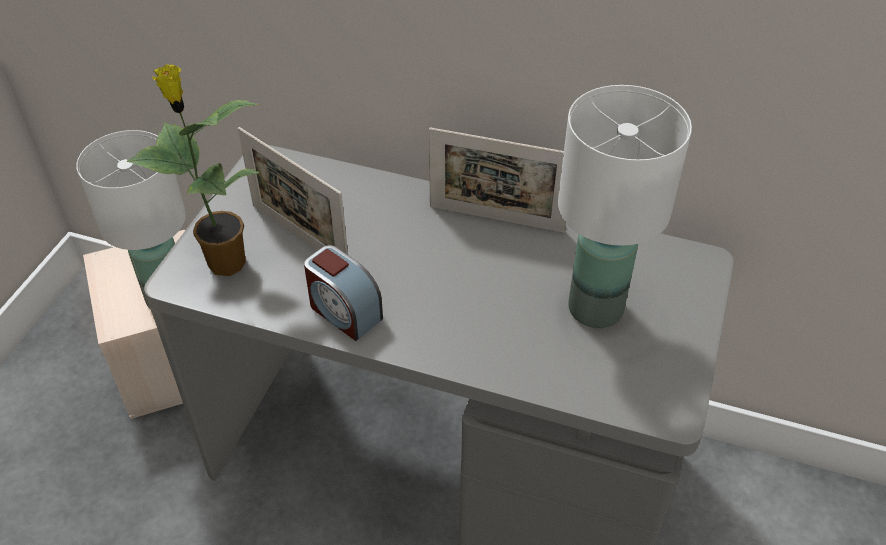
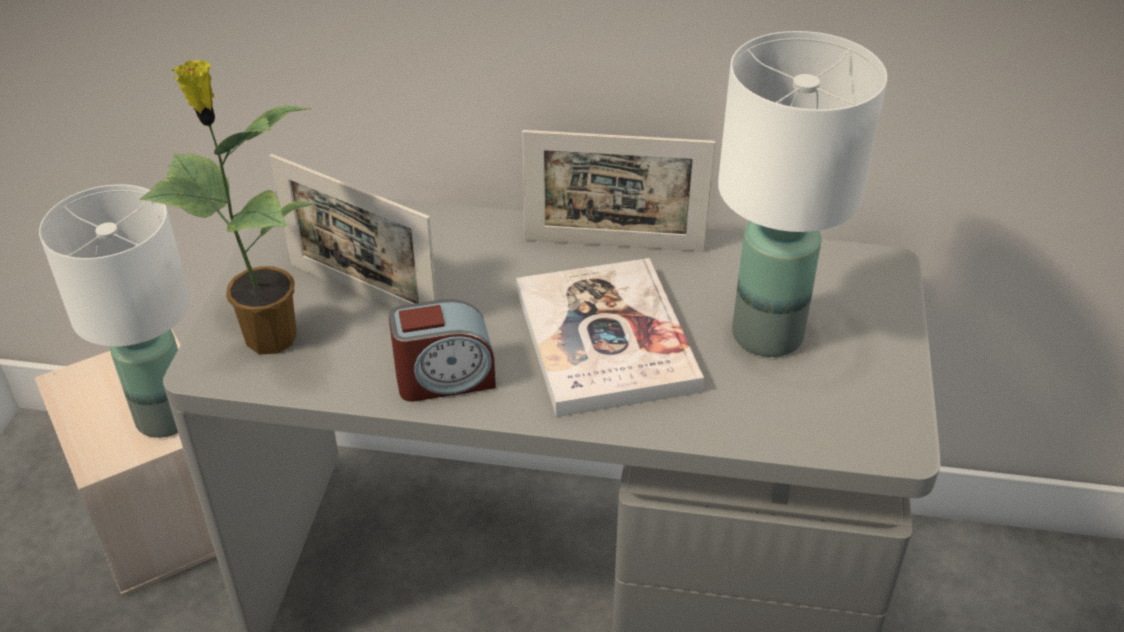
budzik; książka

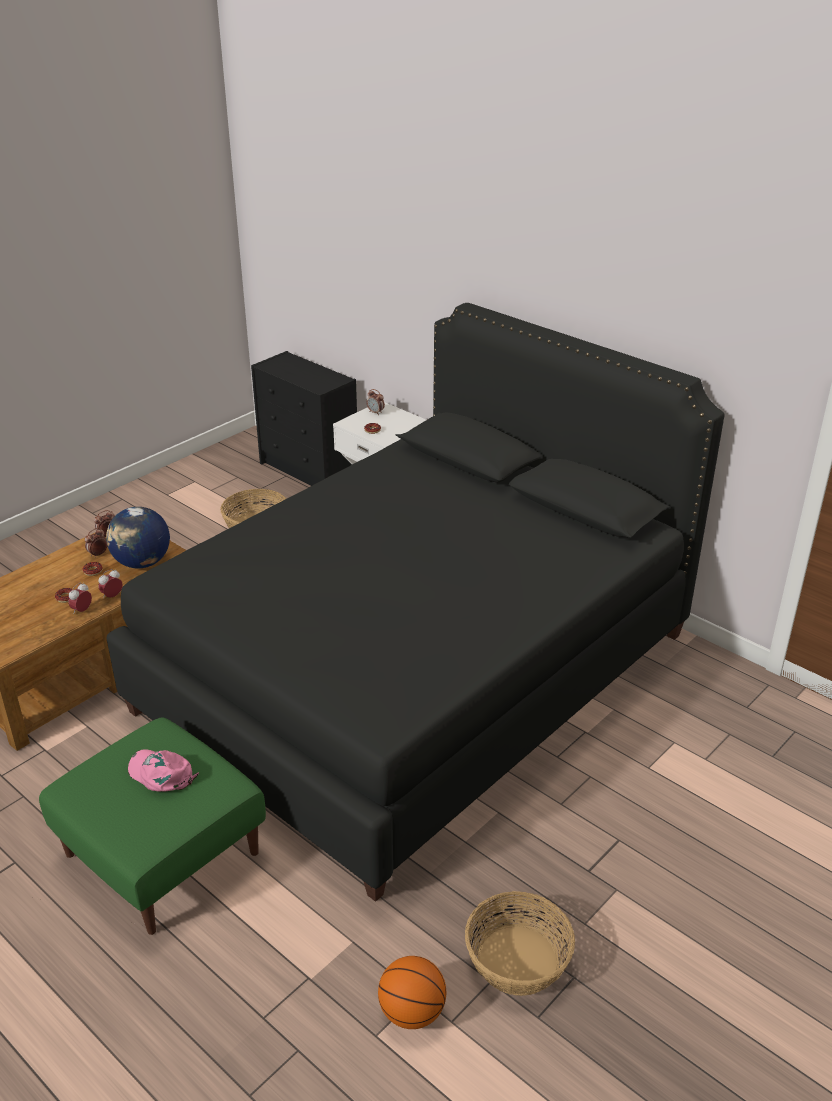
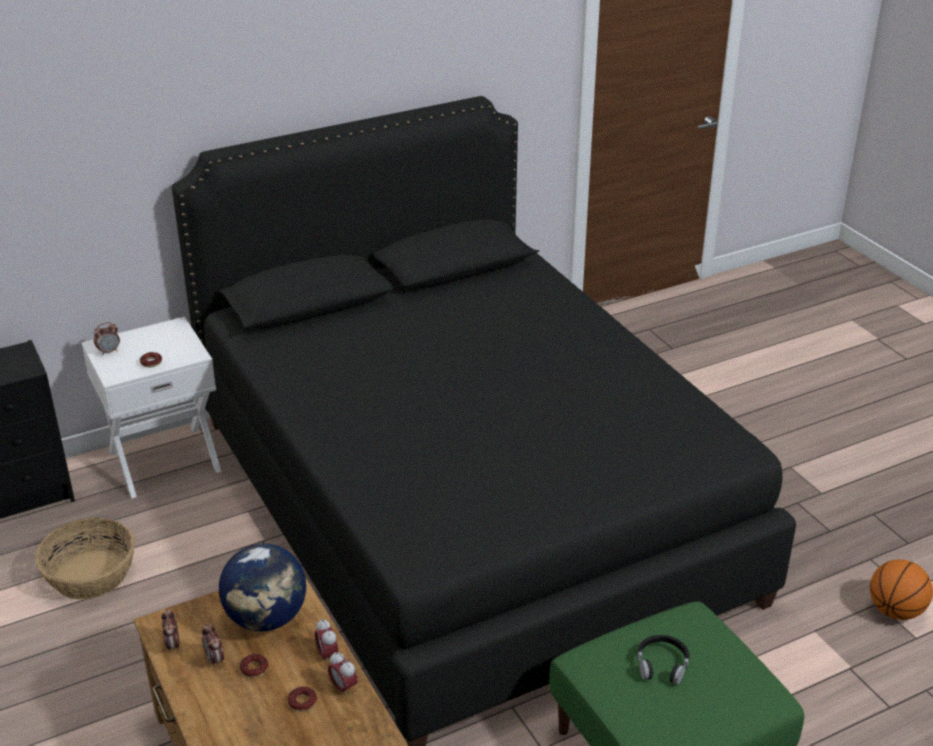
słuchawki [czarny]; koszyk (no. 2 from left in the first image)

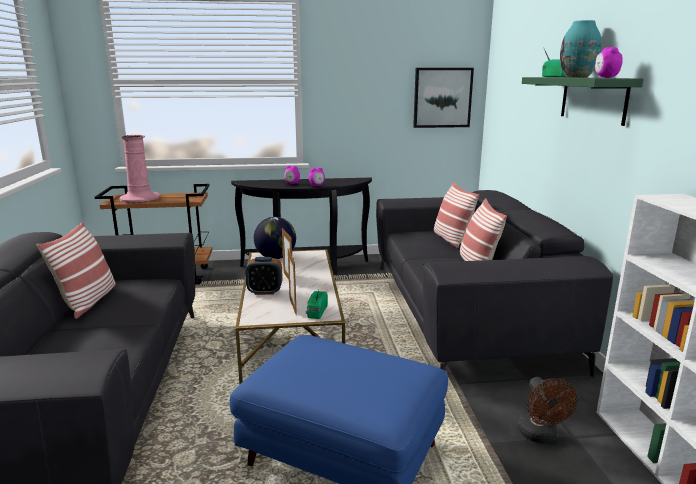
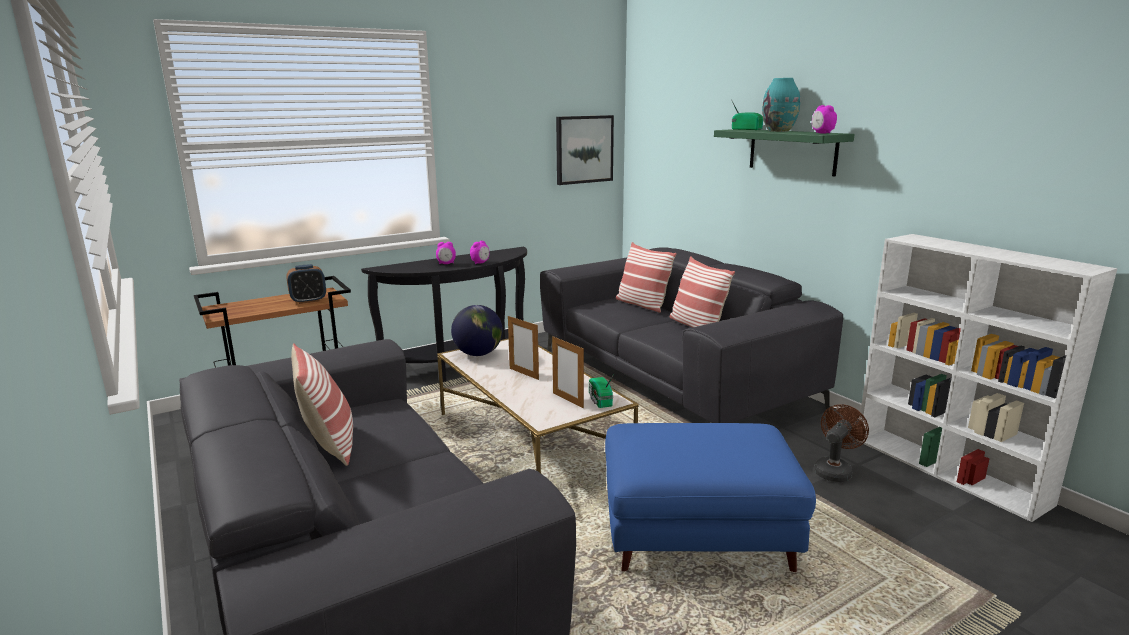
wazon [różowy]; budzik (no. 1 from left); wentylator [brązowy]

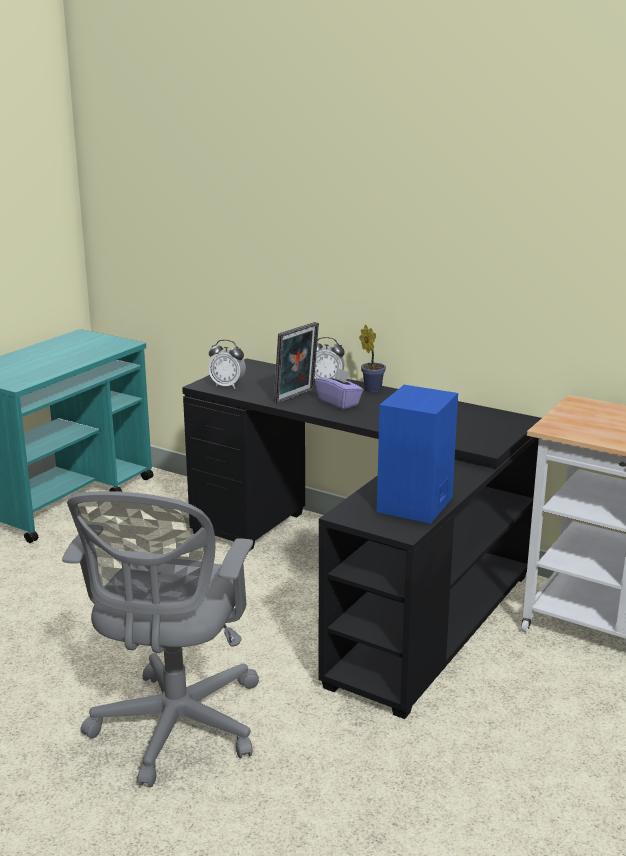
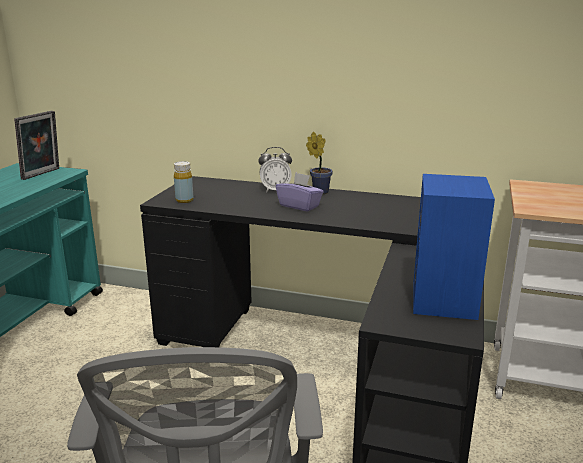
butelka [żółty]; ramka na zdjęcie

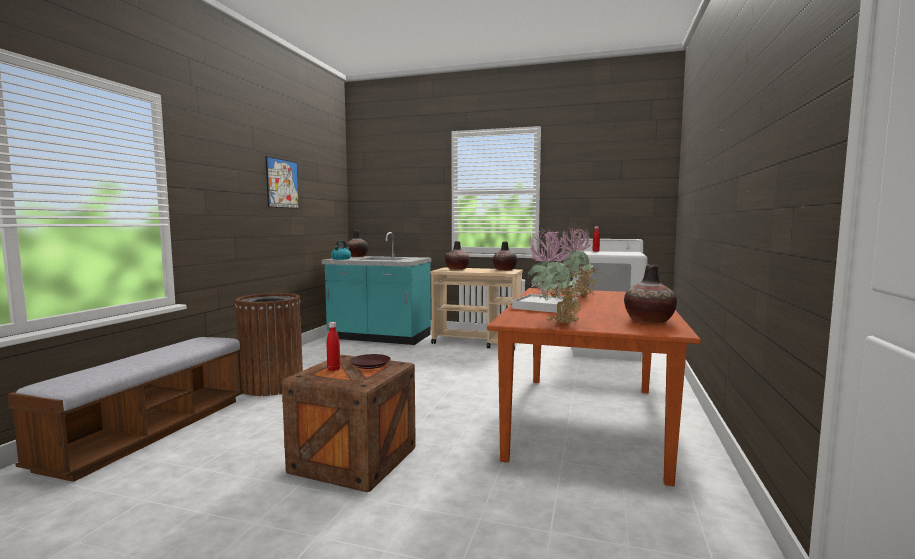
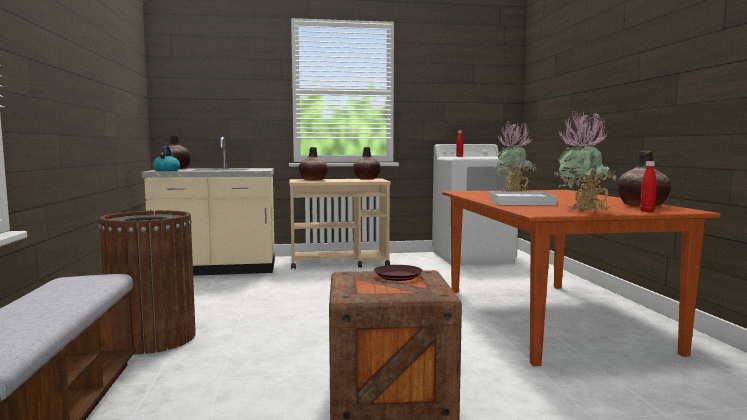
obraz; zabudowa kuchenna [beżowy]; butelka [czerwony] (no. 2 from left)

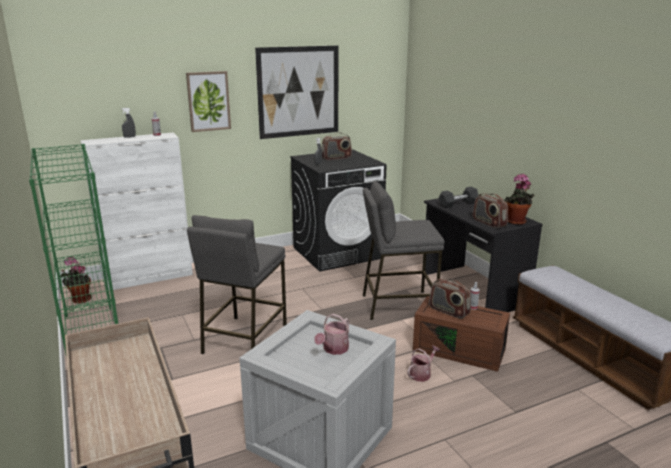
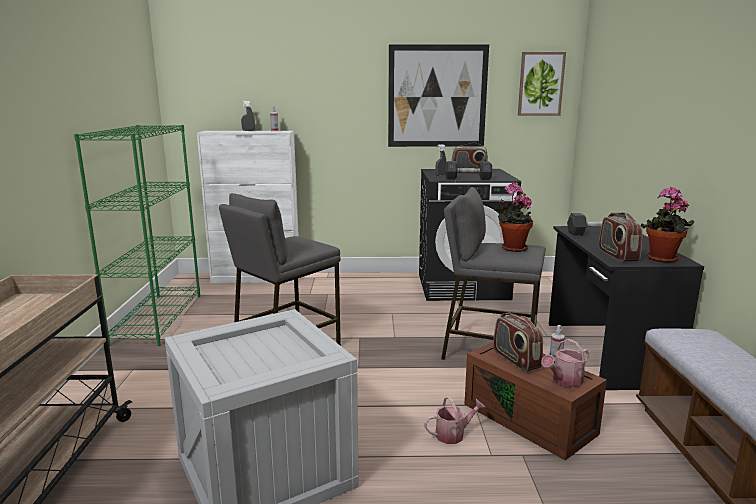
roślina doniczkowa (no. 1 from left); obraz (no. 2 from left); konewka (no. 2 from left); hantel [szary] (no. 1 from left)

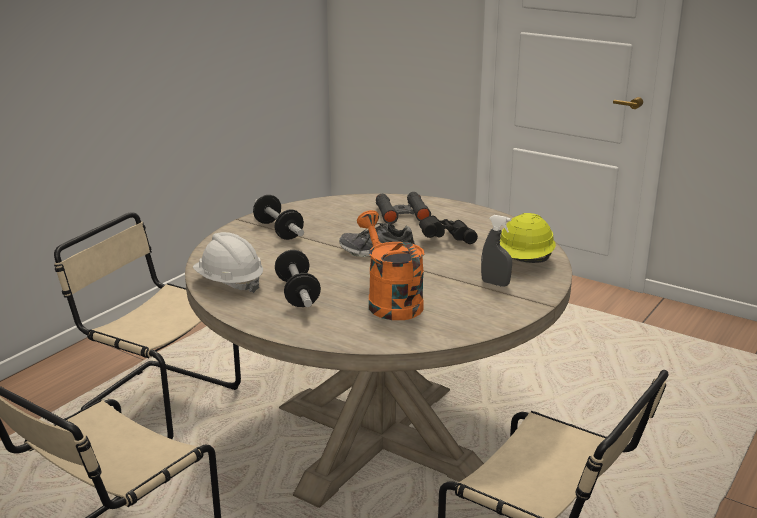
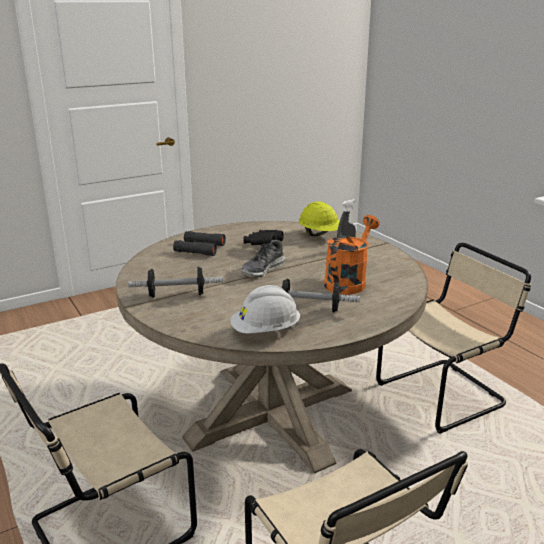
konewka [pomarańczowy]

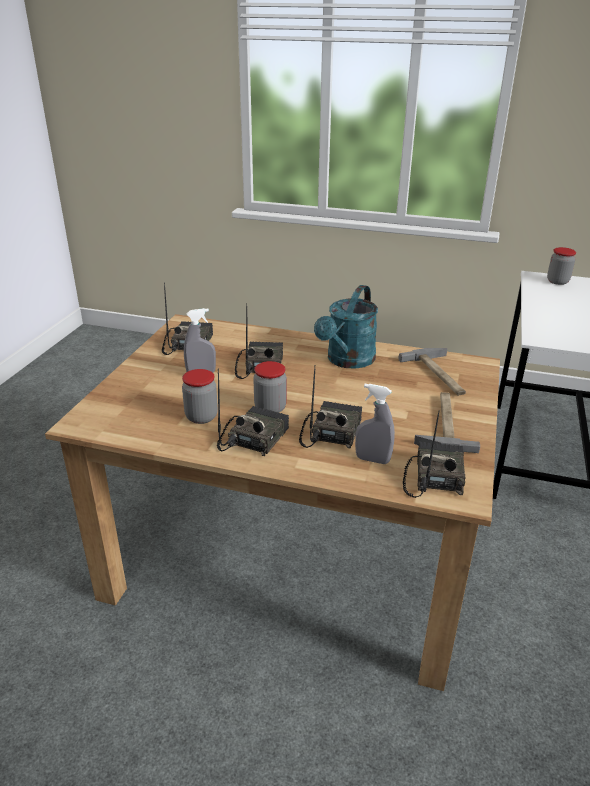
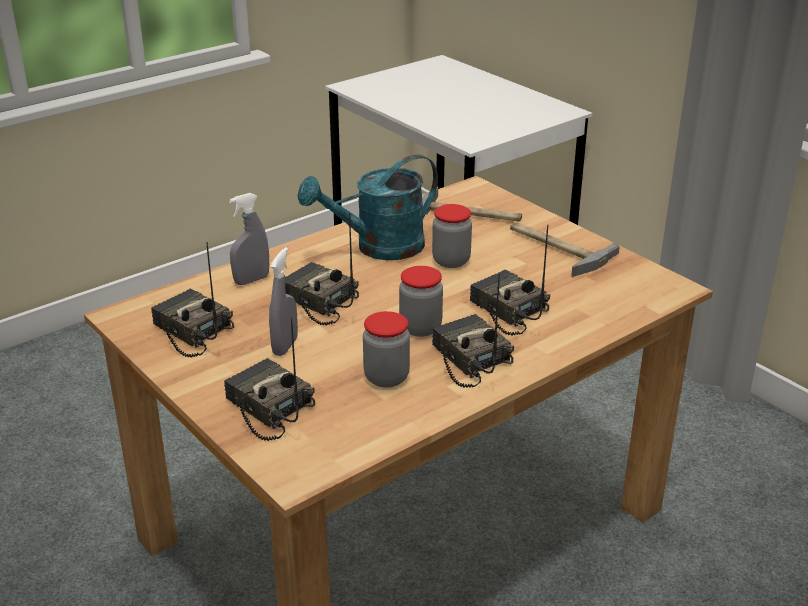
konewka [turkusowy]; spryskiwacz [szary] (no. 1 from left); radio (no. 2 from left); słoik (no. 3 from left)

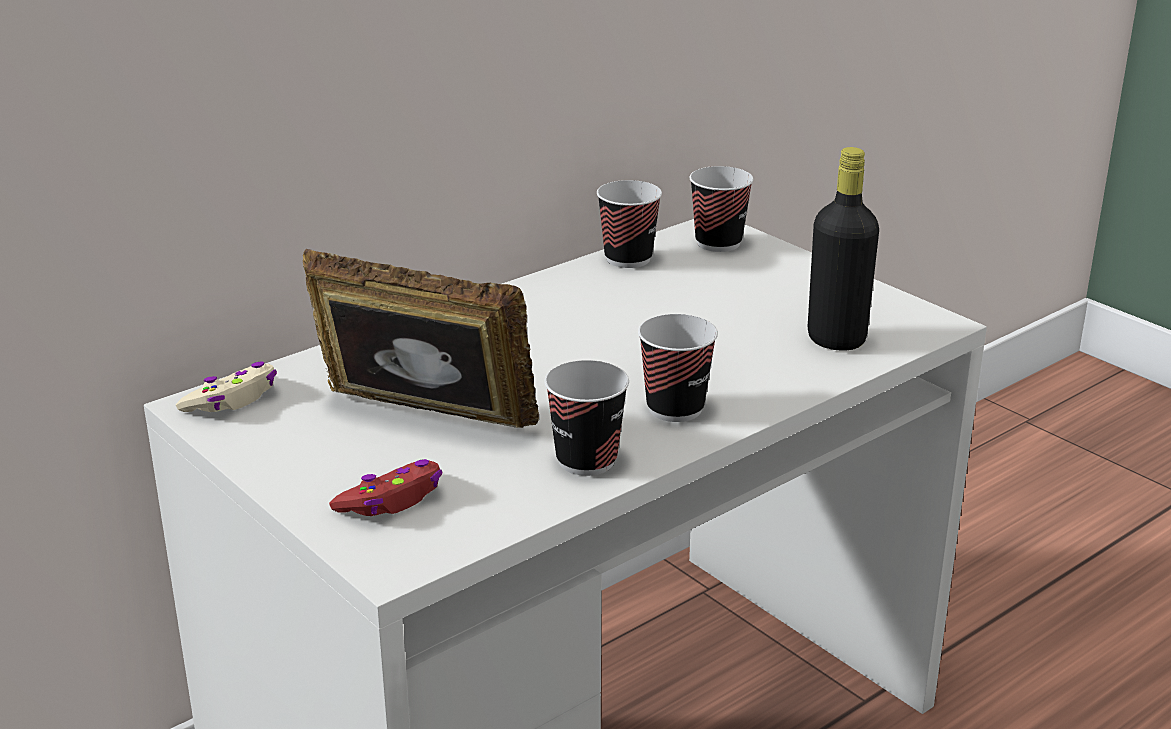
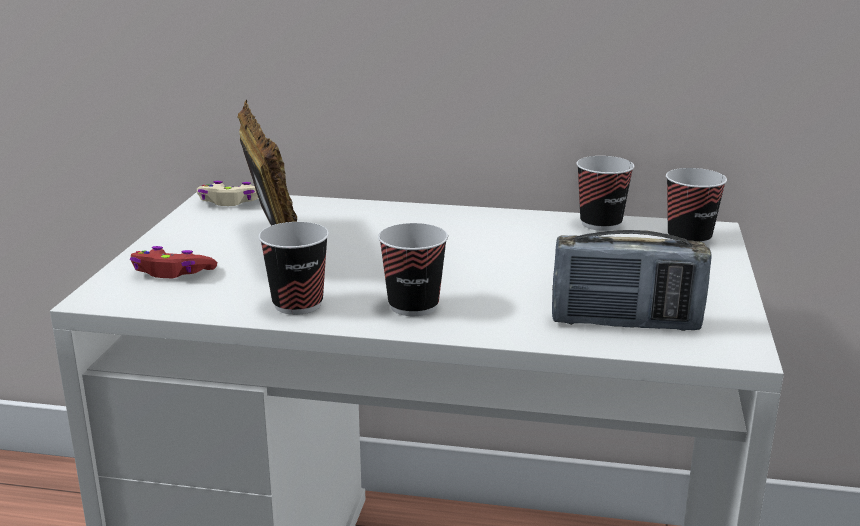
radio

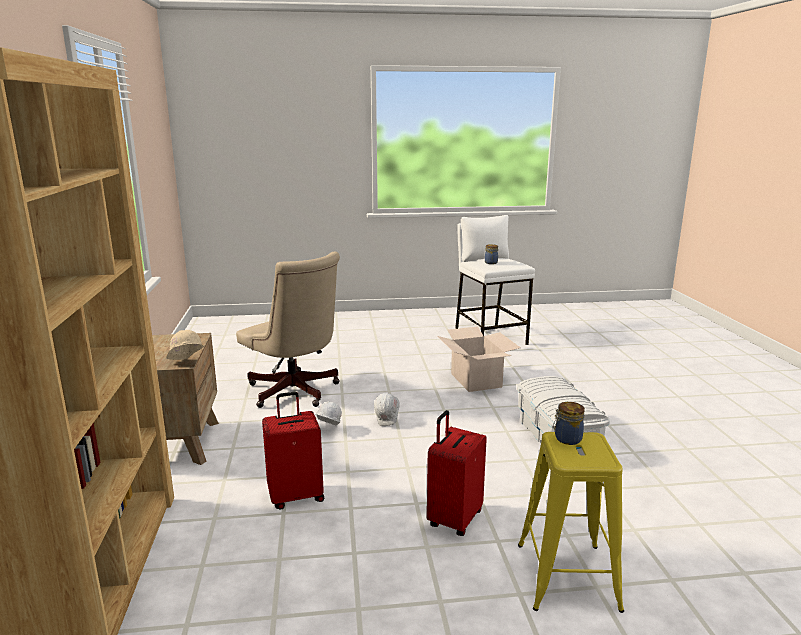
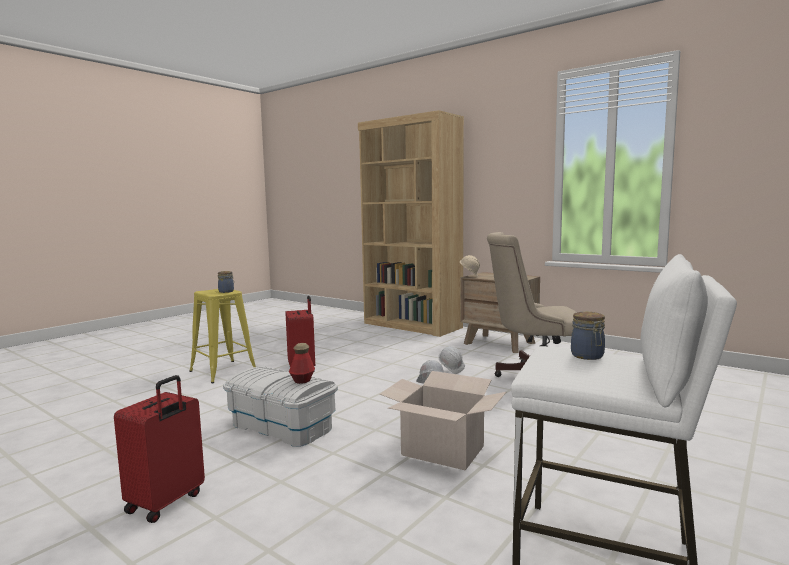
walizka [czerwony] (no. 1 from left); butelka

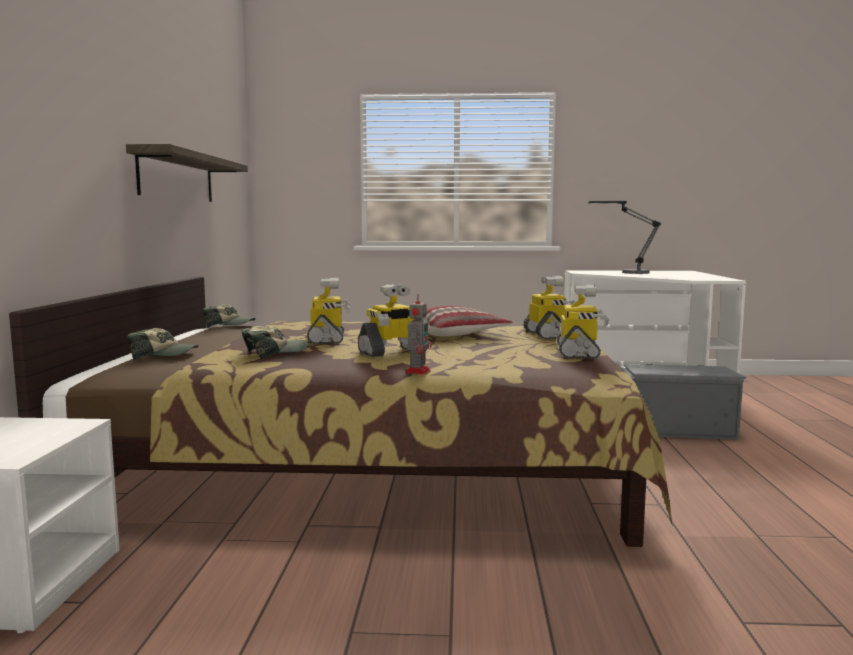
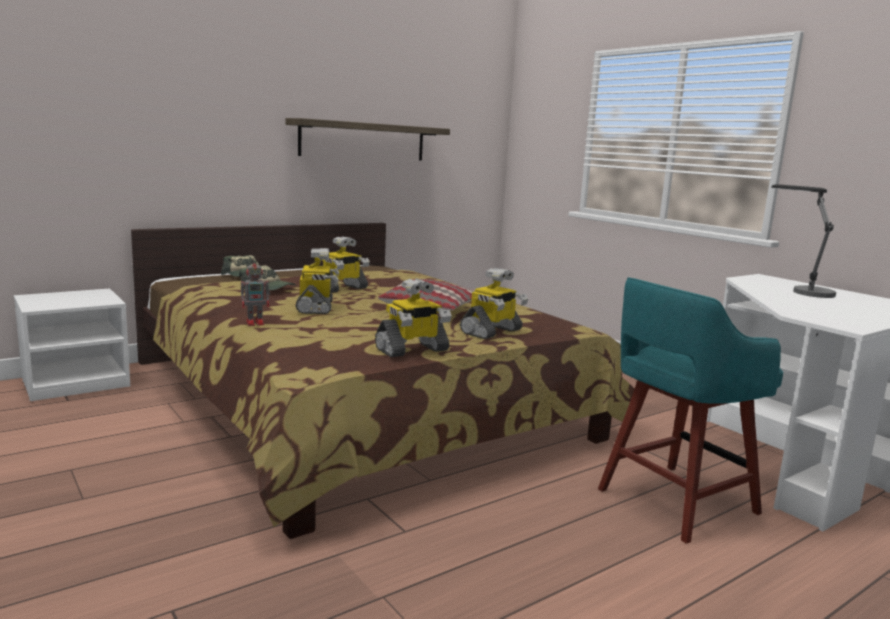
czapka z daszkiem (no. 2 from left in the first image); robot zabawkowy (no. 2 from left); stołek [turkusowy]

